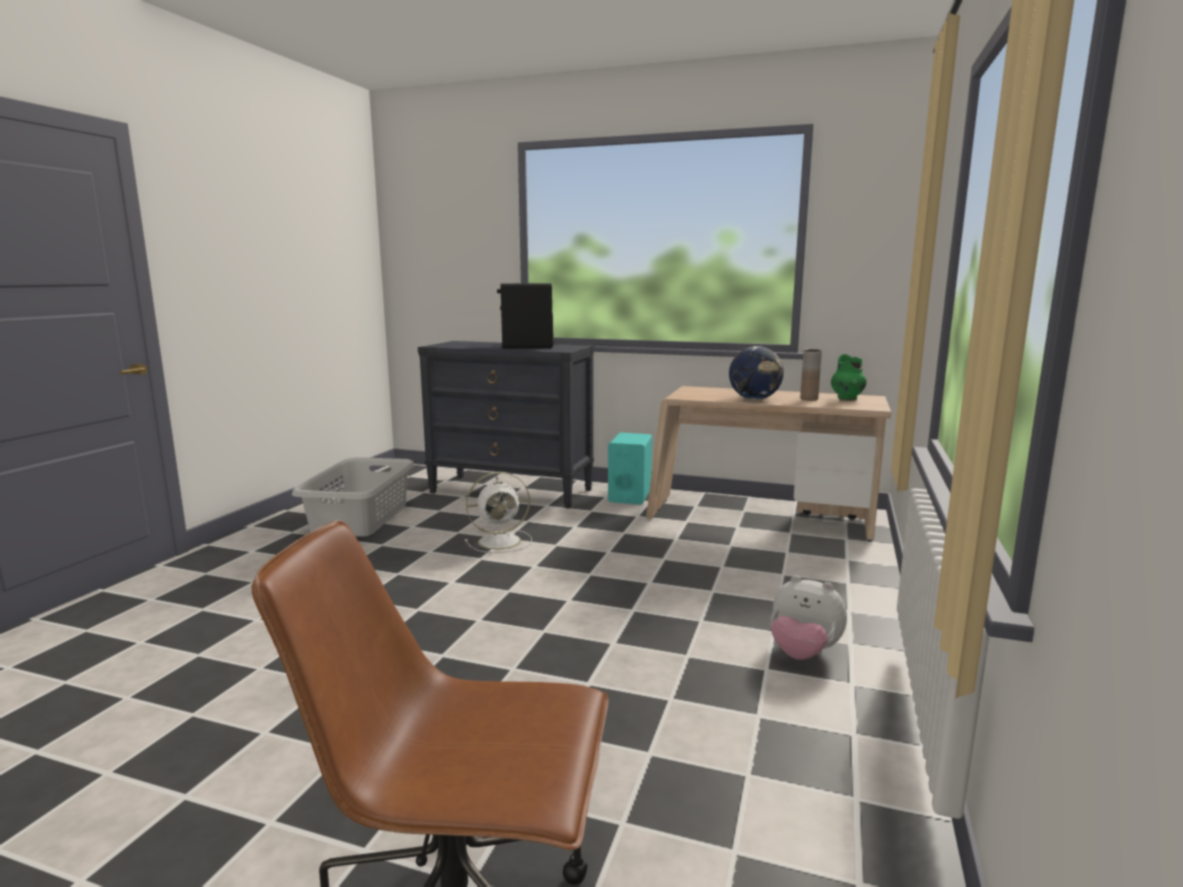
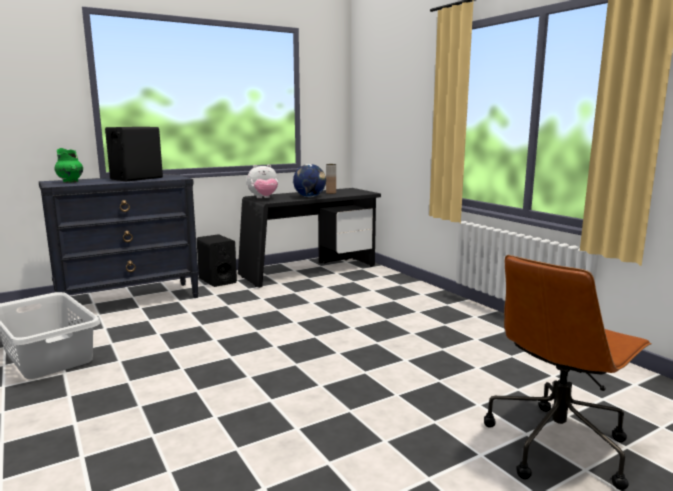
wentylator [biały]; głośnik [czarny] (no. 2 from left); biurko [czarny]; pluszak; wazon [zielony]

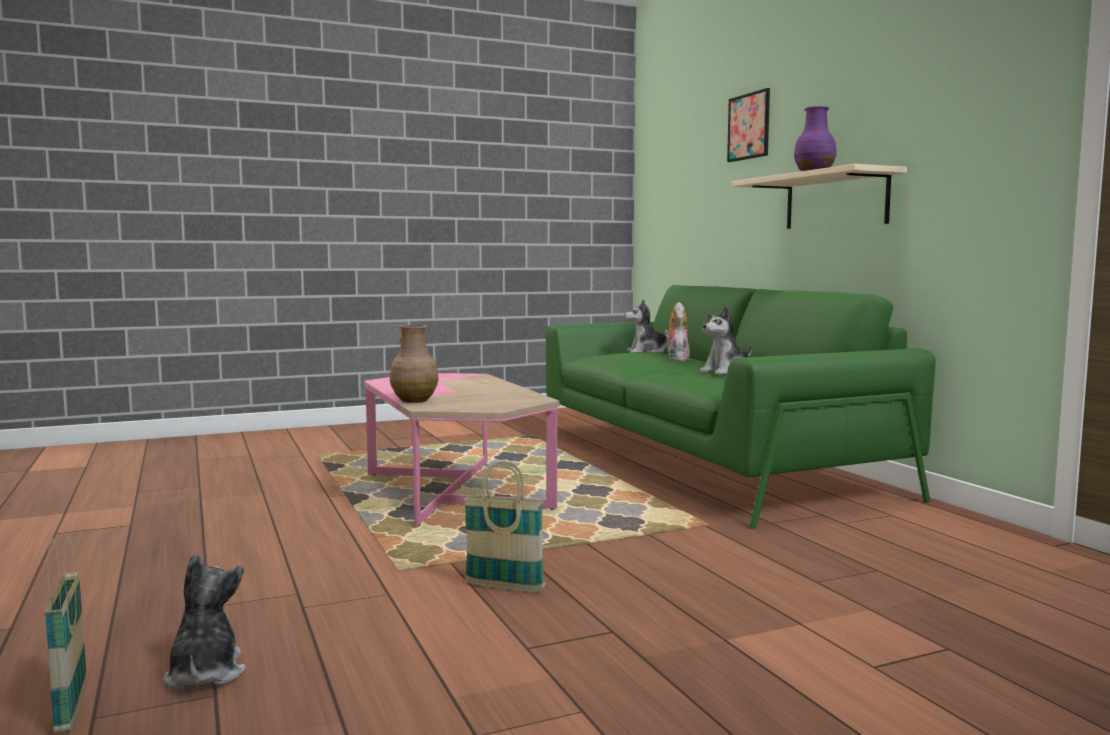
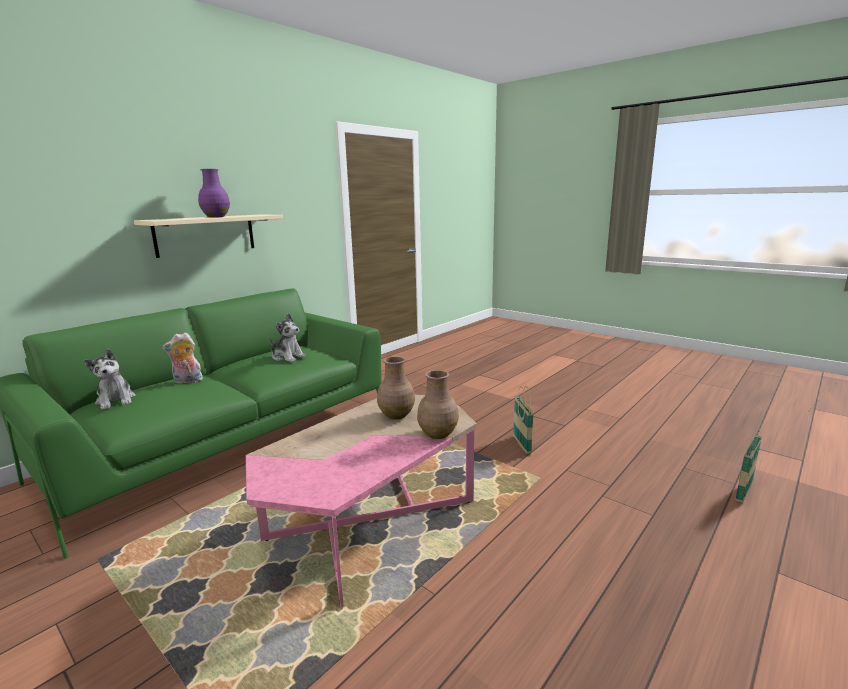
pluszak (no. 1 from left in the first image); obraz; wazon [brązowy] (no. 1 from left)

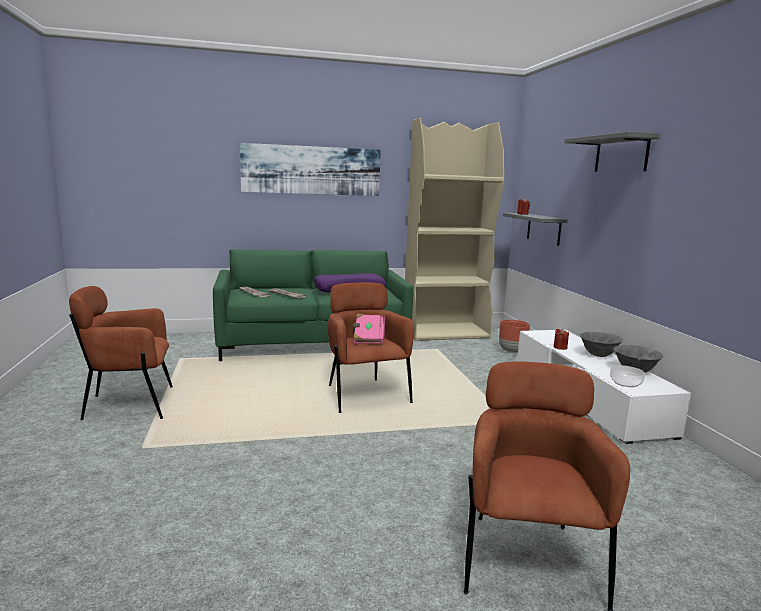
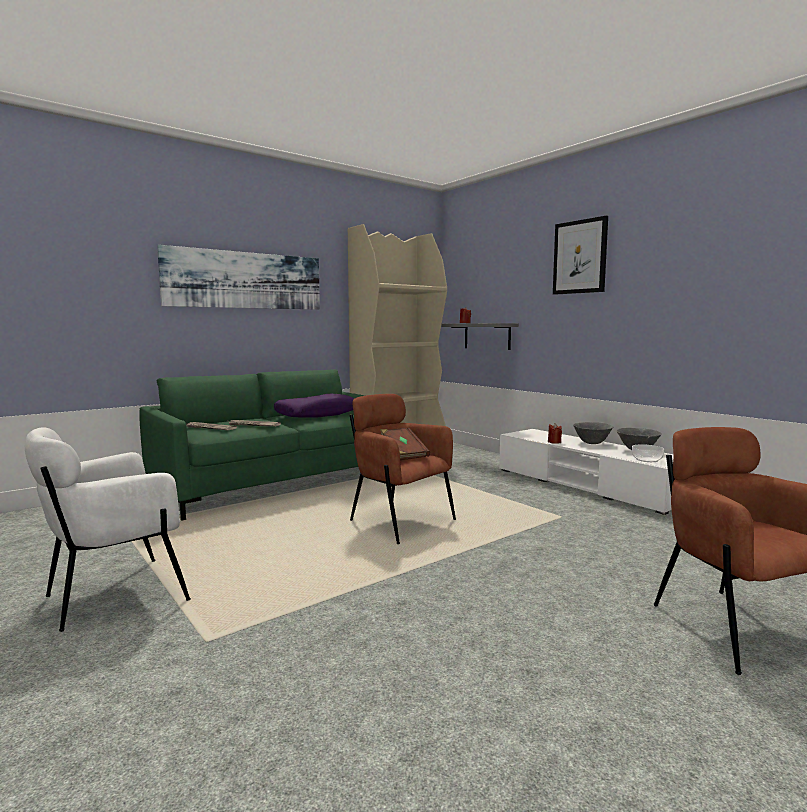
fotel [biały]; książka [brązowy]; donica [brązowy]; obraz (no. 2 from left)

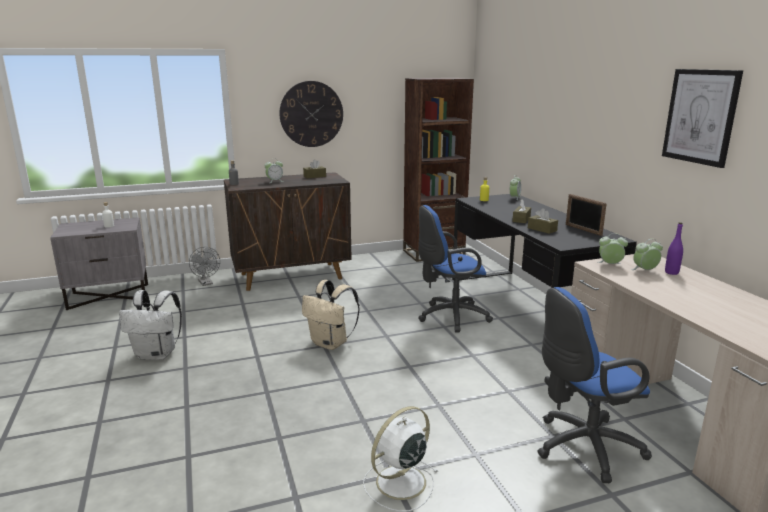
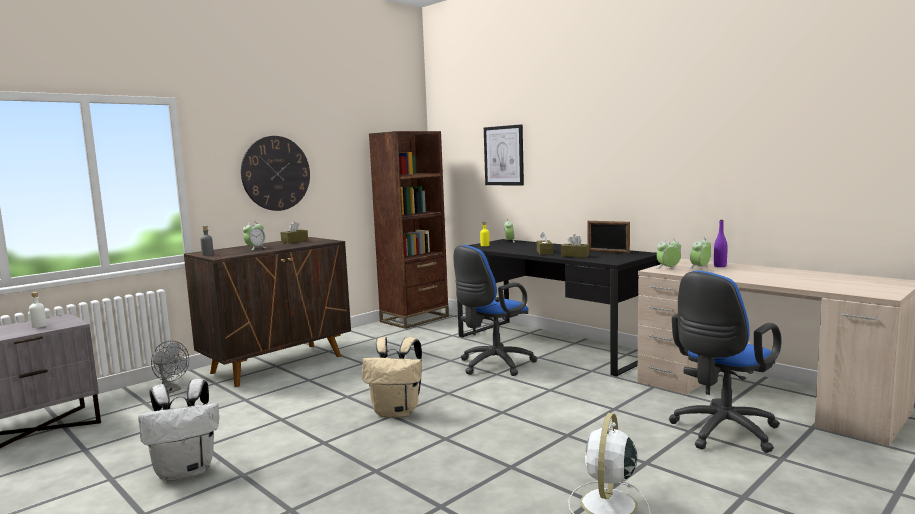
obraz

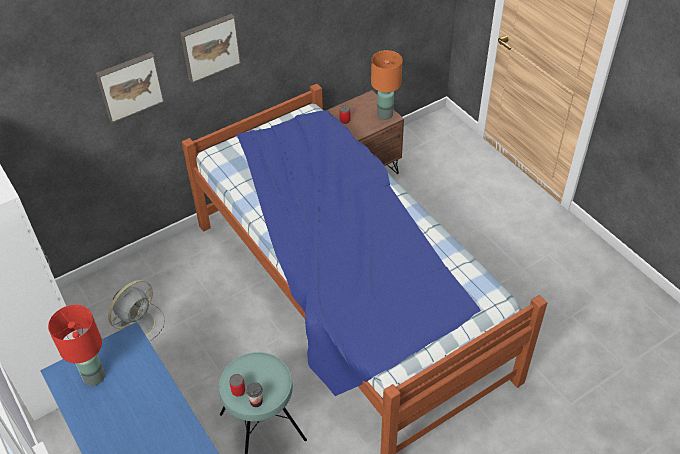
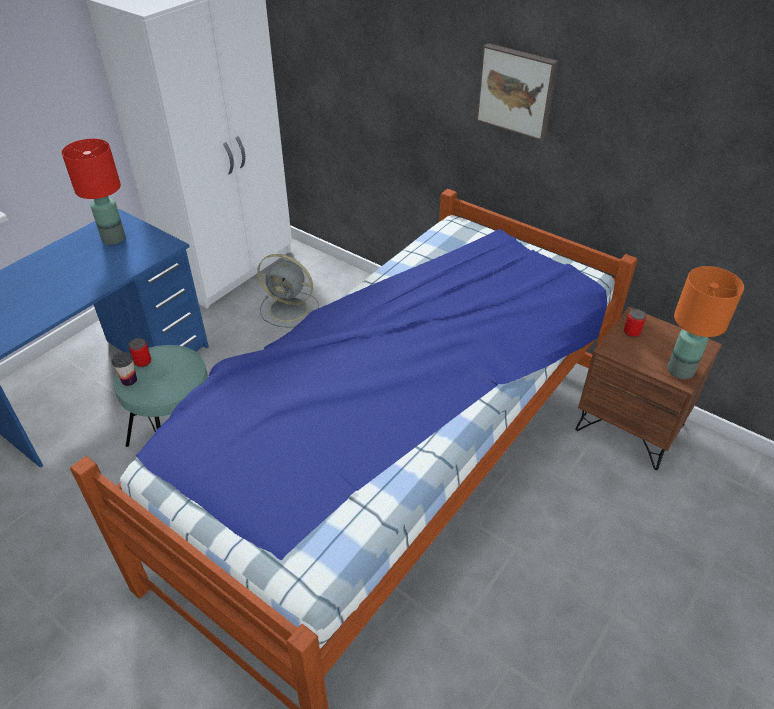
obraz (no. 1 from left in the first image)

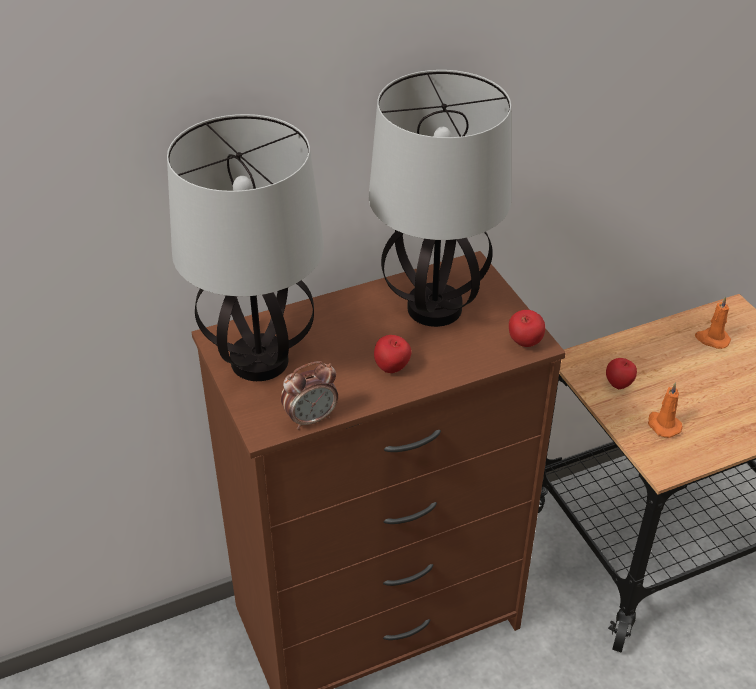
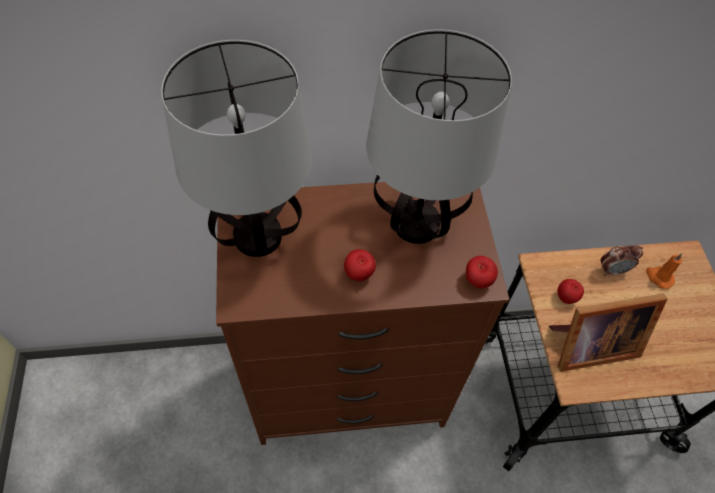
budzik; ramka na zdjęcie

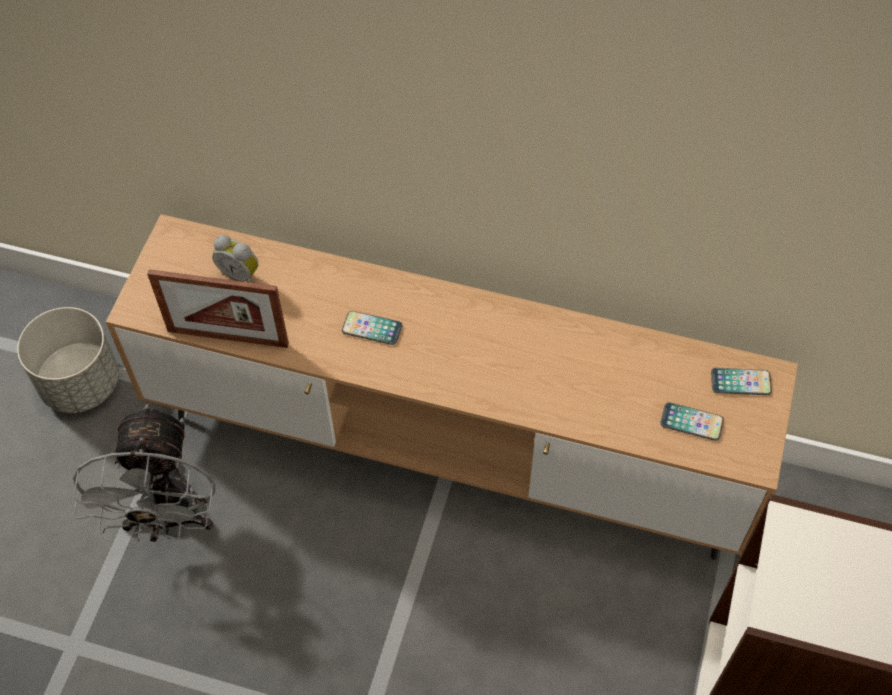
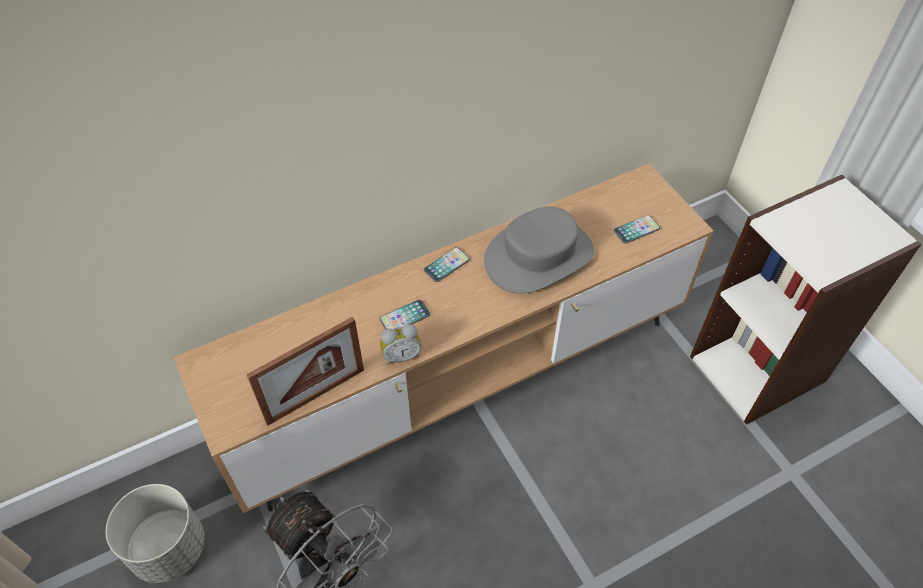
budzik; telefon (no. 2 from left); kapelusz [szary]

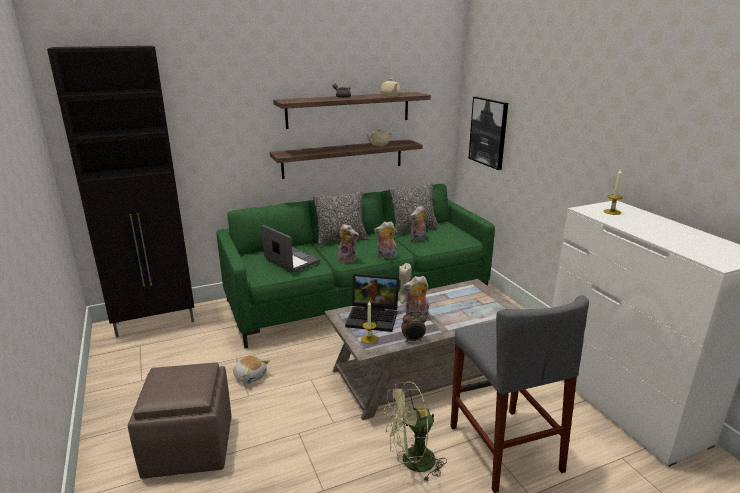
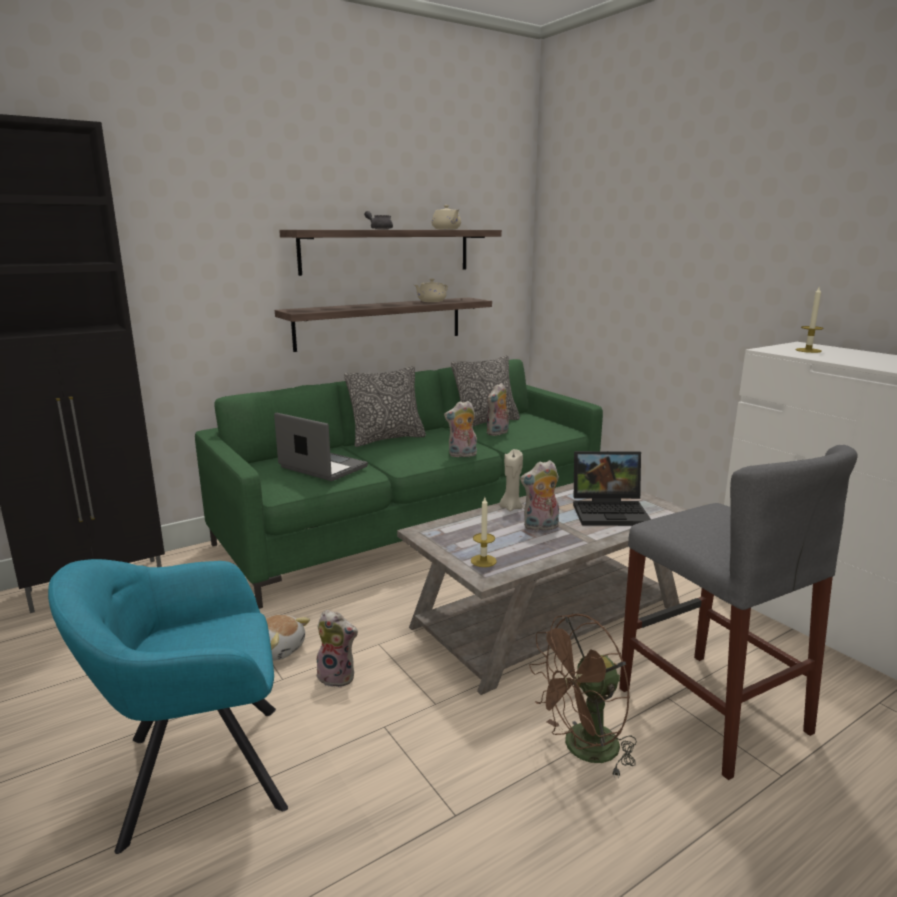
fotel [turkusowy]; pluszak (no. 2 from left); laptop (no. 2 from left); wentylator [brązowy]; budzik; obraz

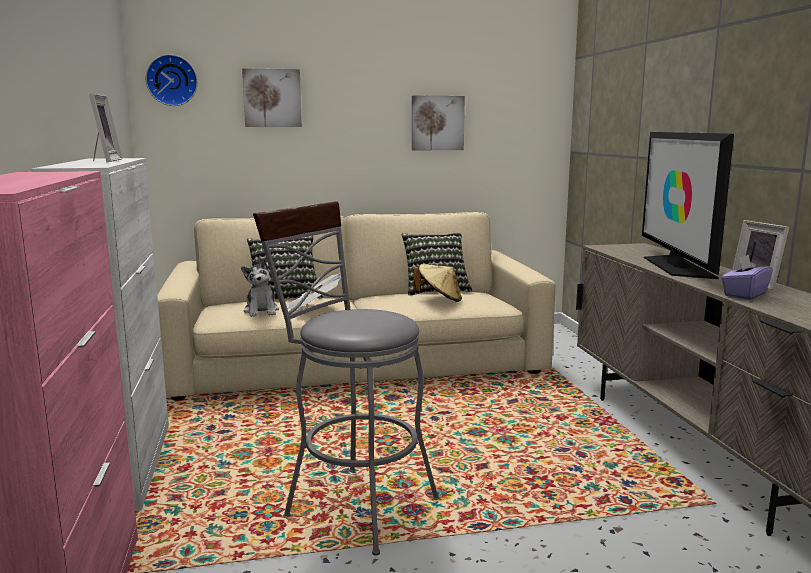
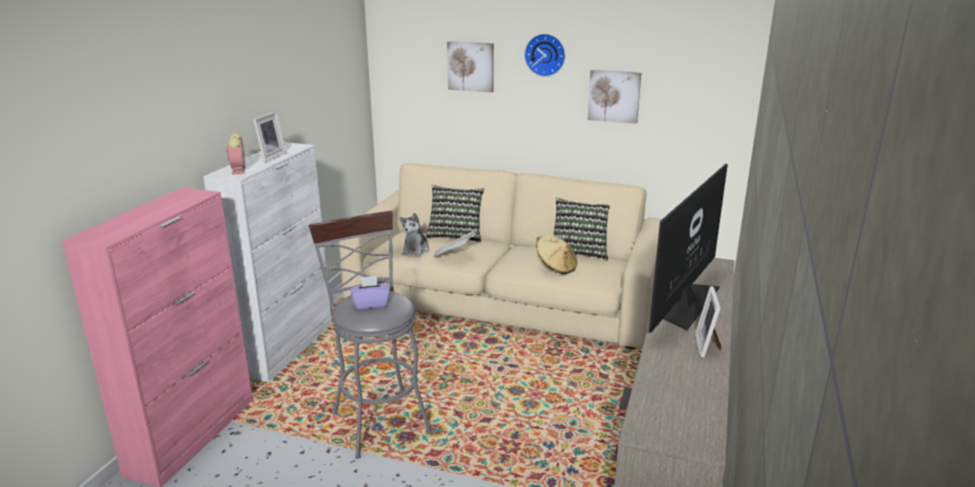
zegar ścienny; pudełko chusteczek [fioletowy]; budzik

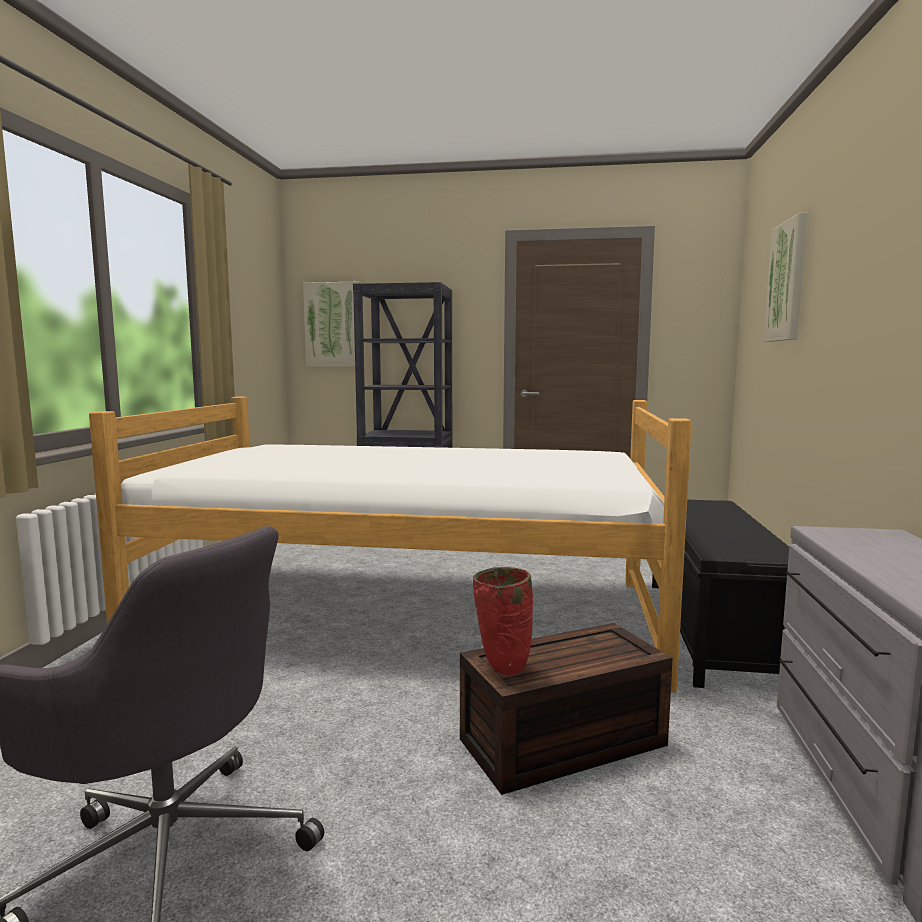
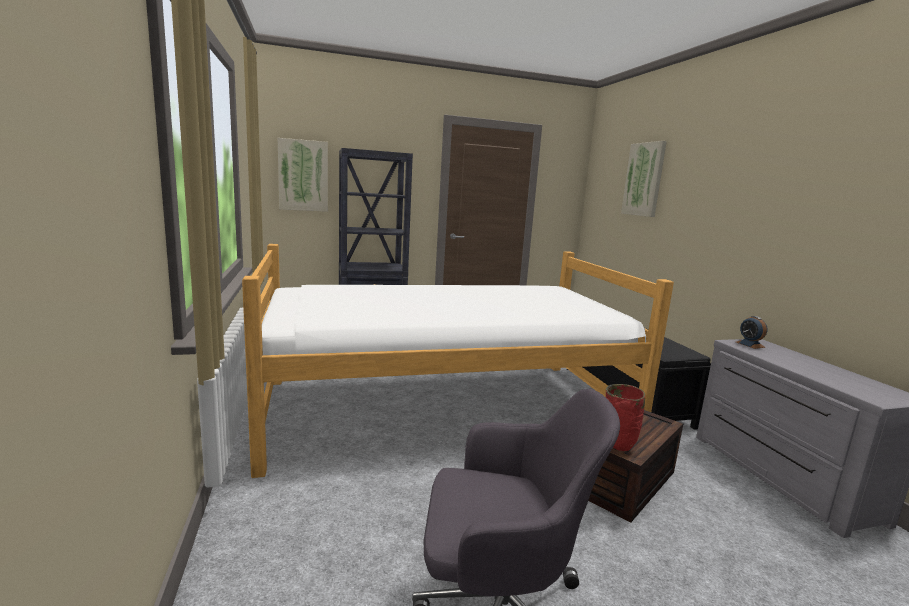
budzik

